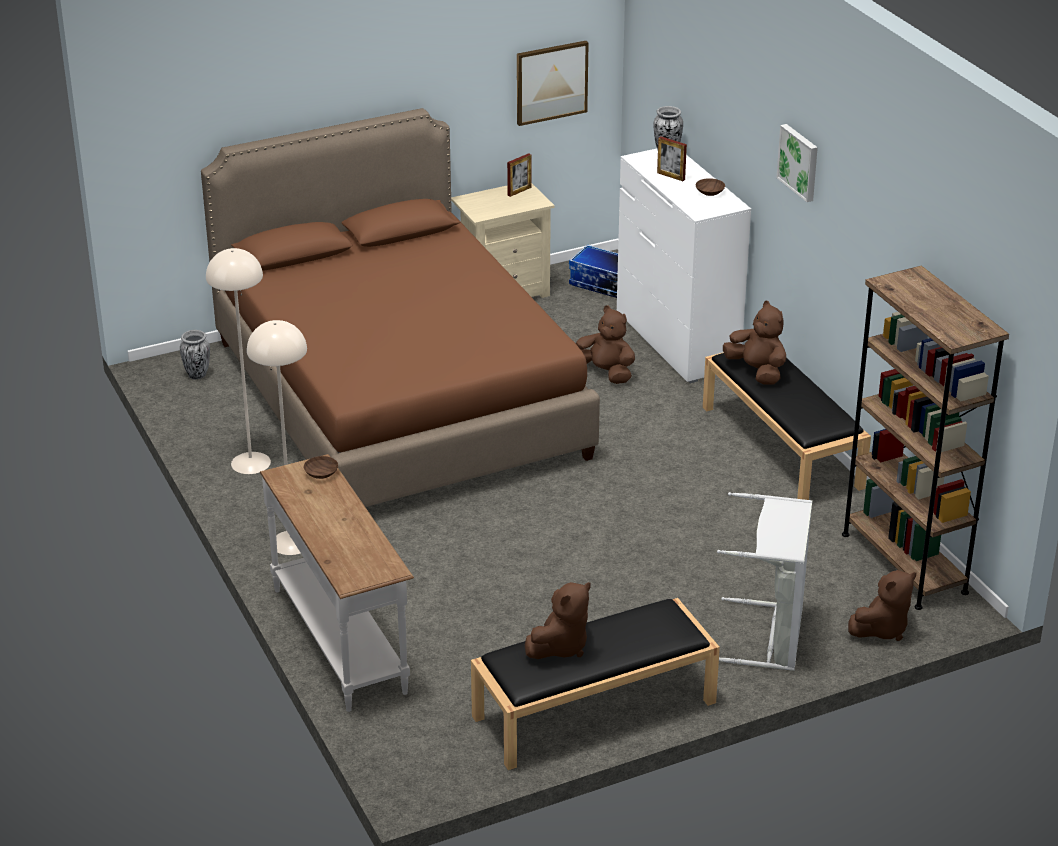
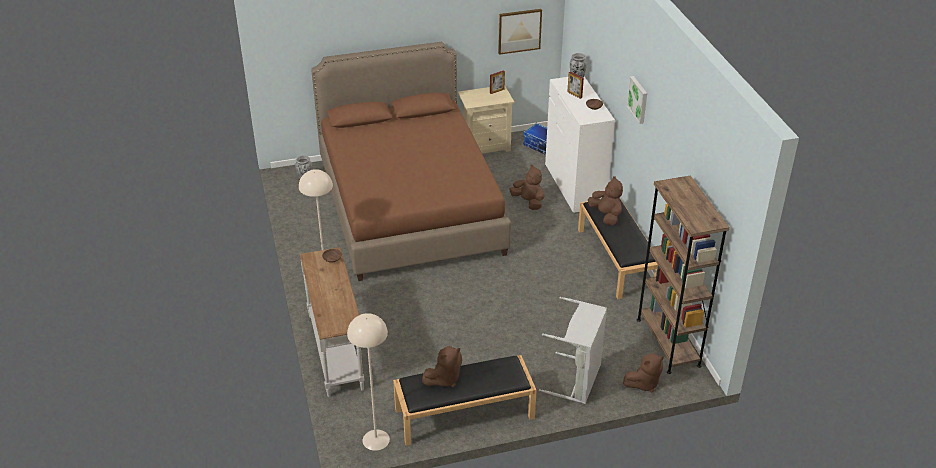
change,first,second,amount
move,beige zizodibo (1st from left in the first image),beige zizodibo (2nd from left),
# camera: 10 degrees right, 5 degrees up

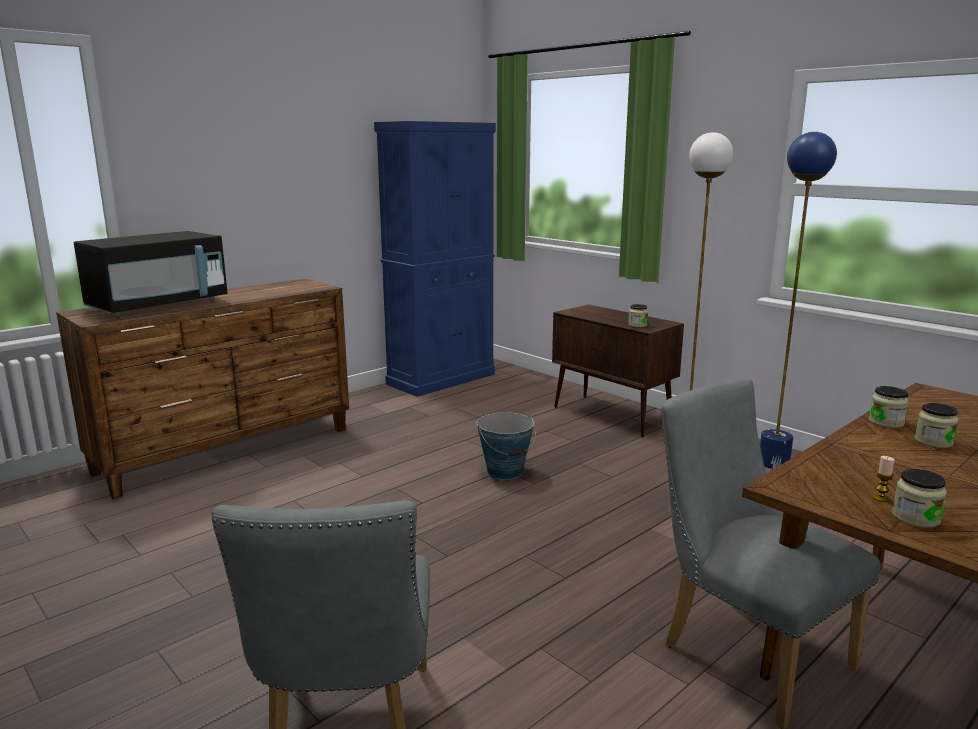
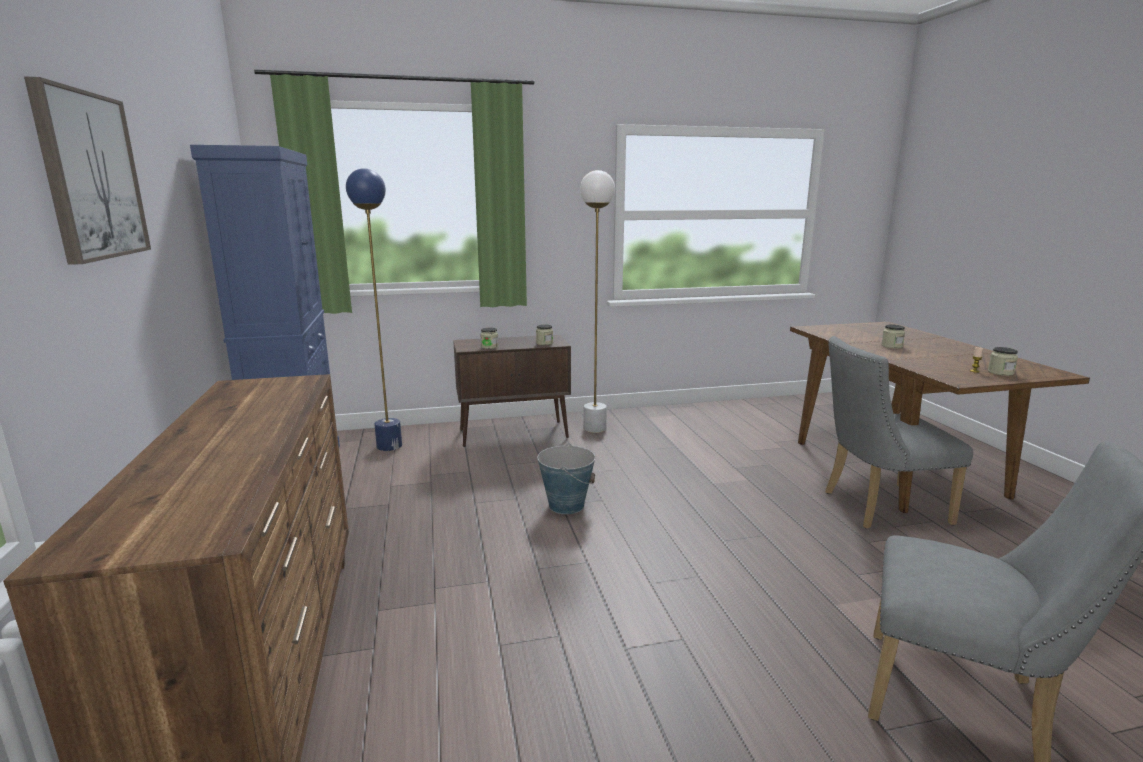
change,first,second,amount
delete,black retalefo,,
move,blue zizodibo,,
move,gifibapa (2nd from left in the first image),gifibapa (1st from left),
insert,,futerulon,
# camera: 60 degrees left, 0 degrees up

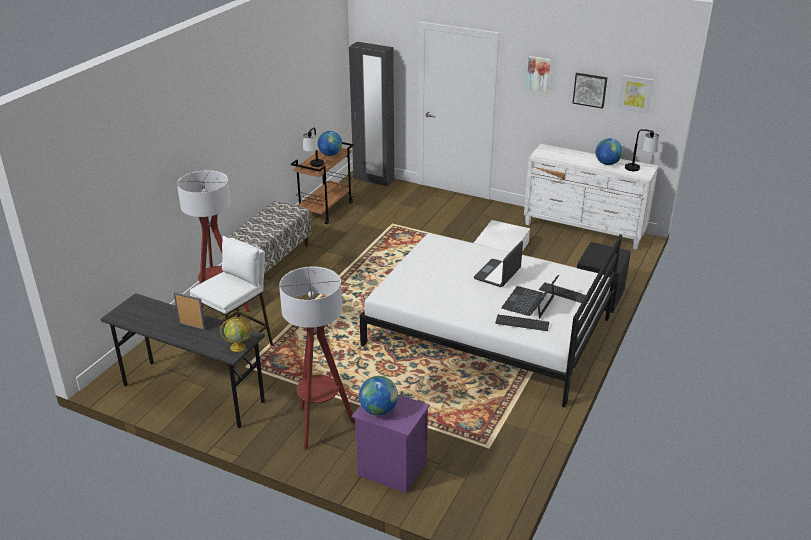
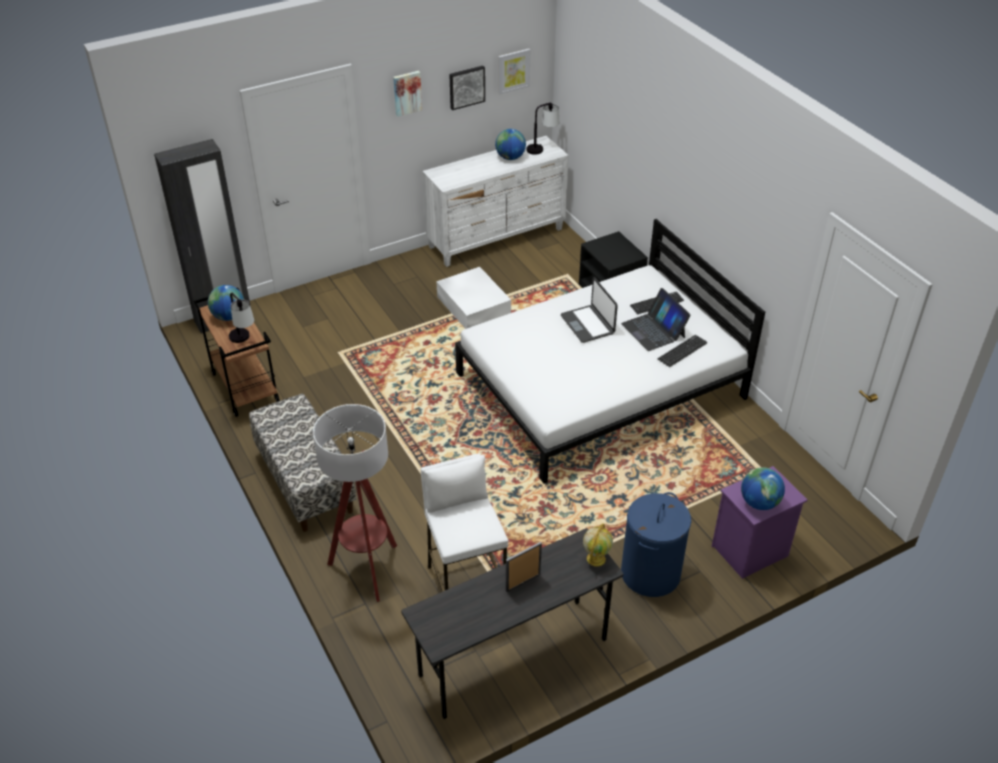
change,first,second,amount
replace,zizodibo (2nd from left),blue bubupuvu,
# camera: 55 degrees left, 10 degrees up

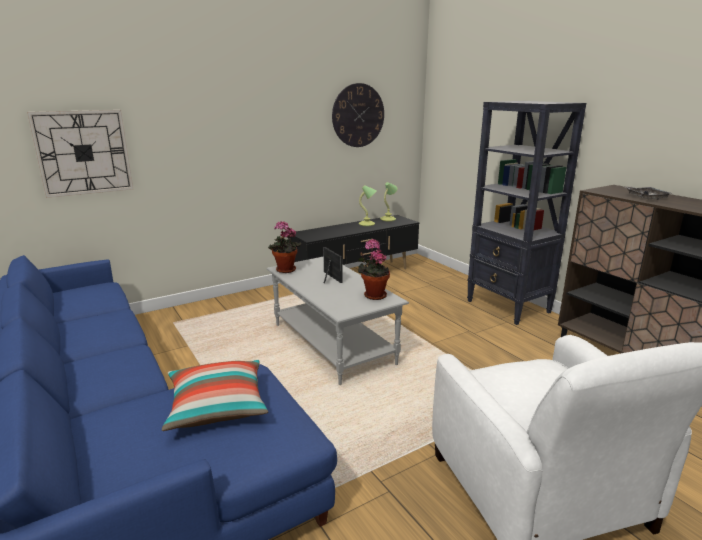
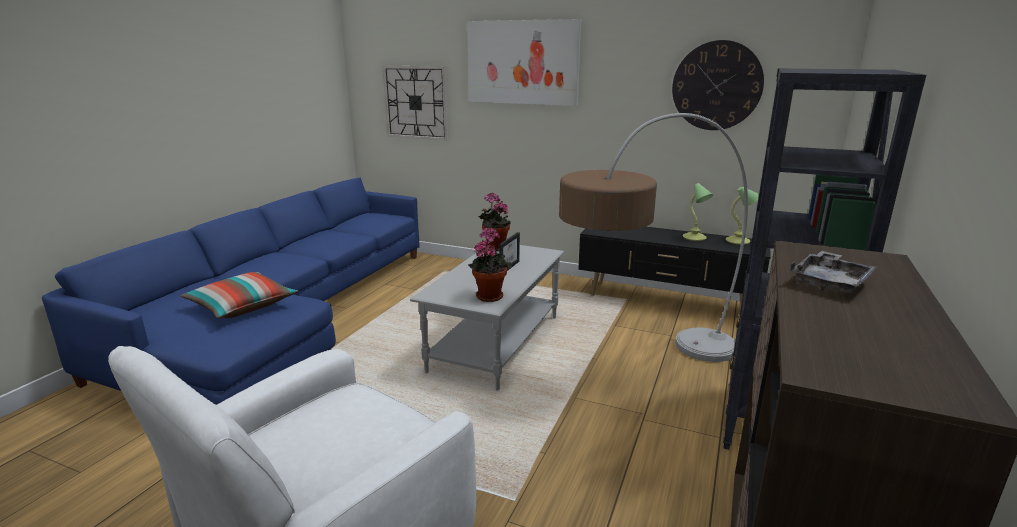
change,first,second,amount
insert,,futerulon,
insert,,zizodibo,
# camera: 55 degrees right, 0 degrees up

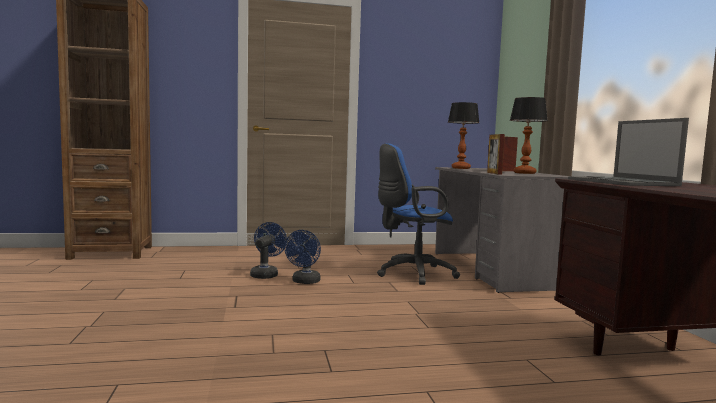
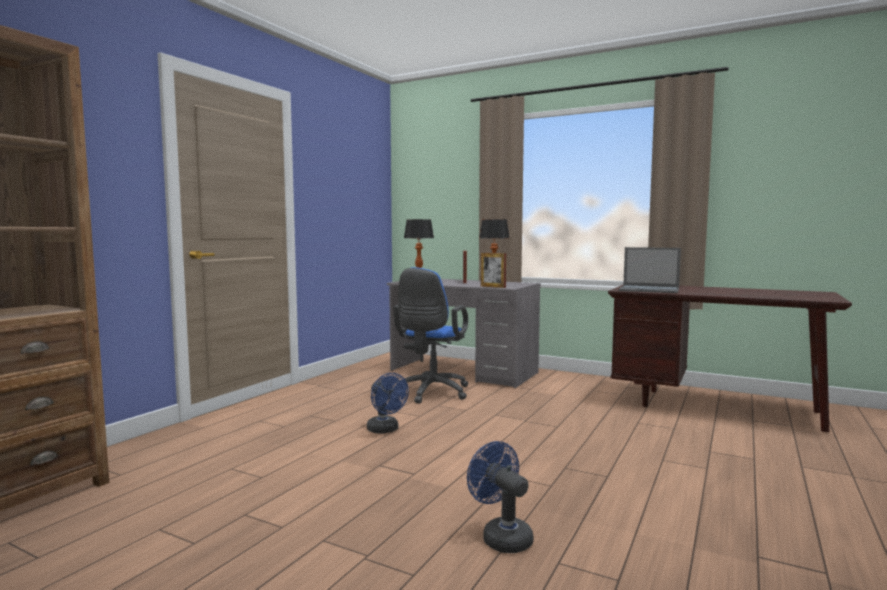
change,first,second,amount
move,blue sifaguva (1st from left in the first image),blue sifaguva (2nd from left),
# camera: 50 degrees left, 0 degrees up

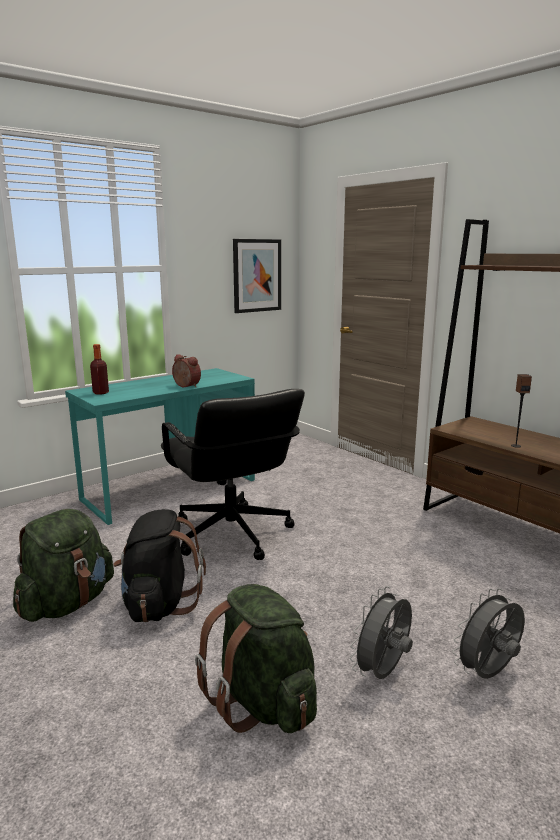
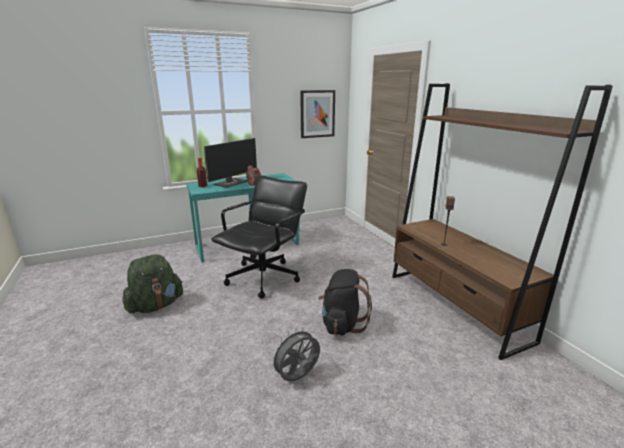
change,first,second,amount
move,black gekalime,,
rotate,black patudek,,135 degrees counterclockwise
delete,green gekalime (2nd from left),,
delete,grey sifaguva (2nd from left),,
insert,,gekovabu,
# camera: 15 degrees right, 5 degrees up

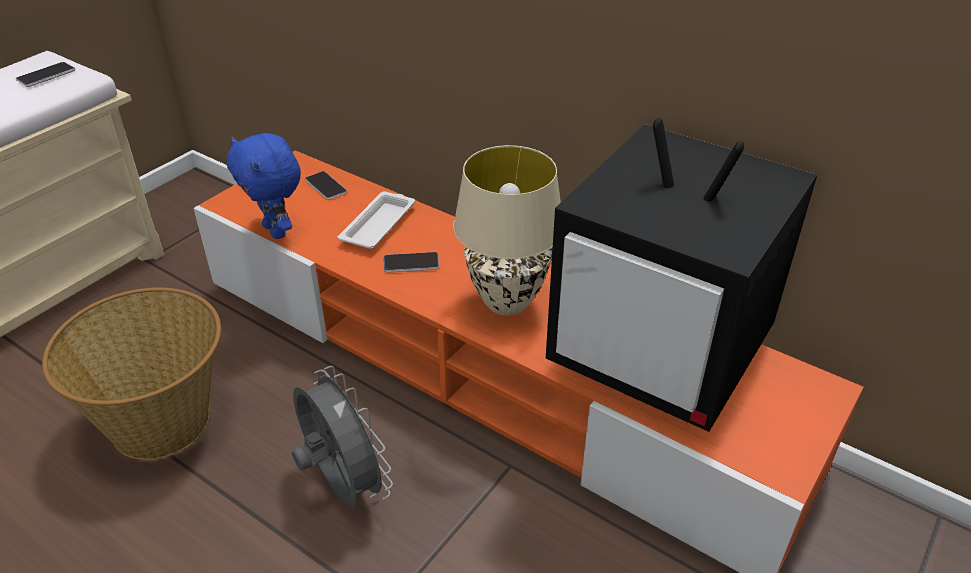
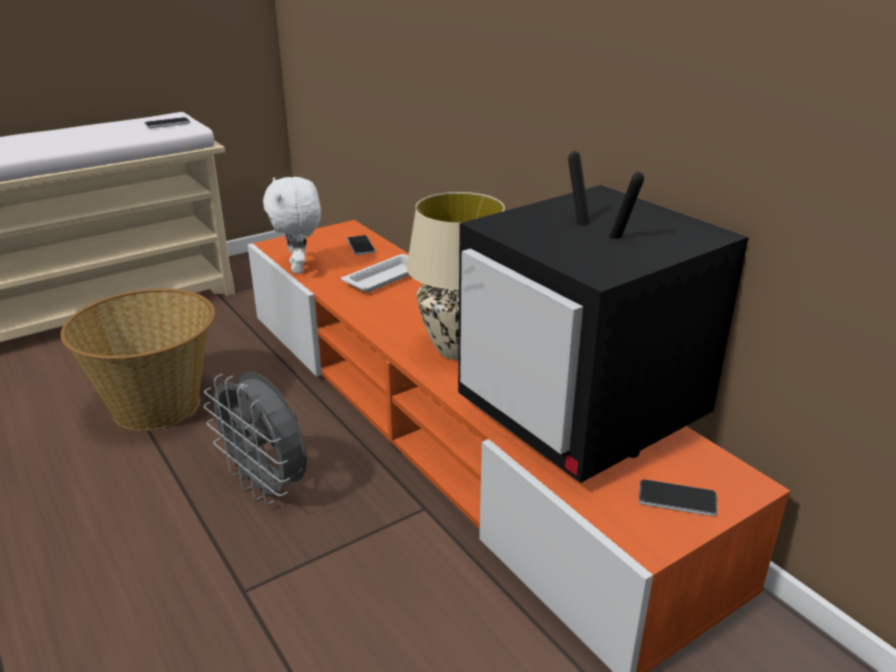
change,first,second,amount
recolor,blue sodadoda,white sodadoda,
rotate,grey sifaguva,,150 degrees clockwise
move,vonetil (3rd from left),,
# camera: 20 degrees right, 10 degrees down

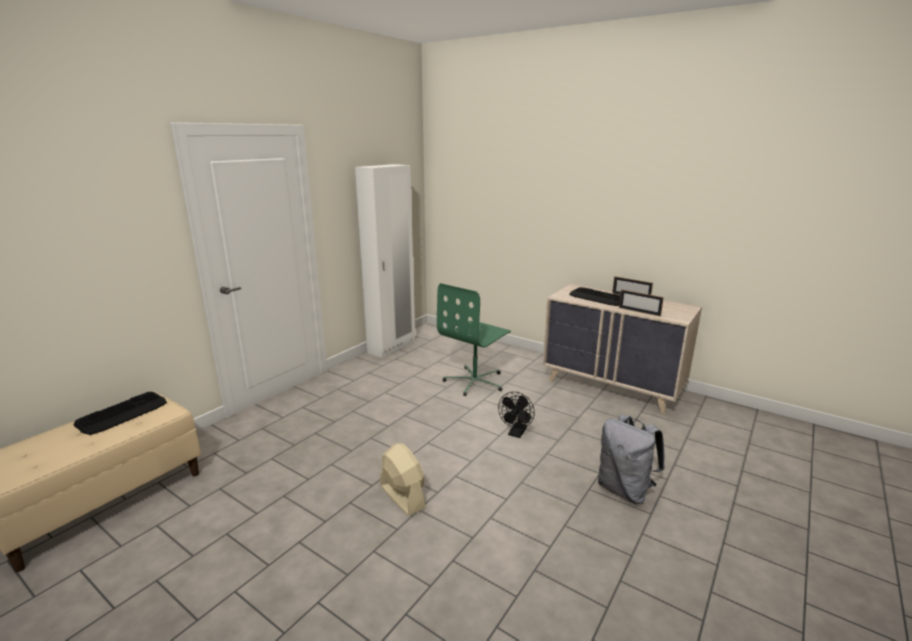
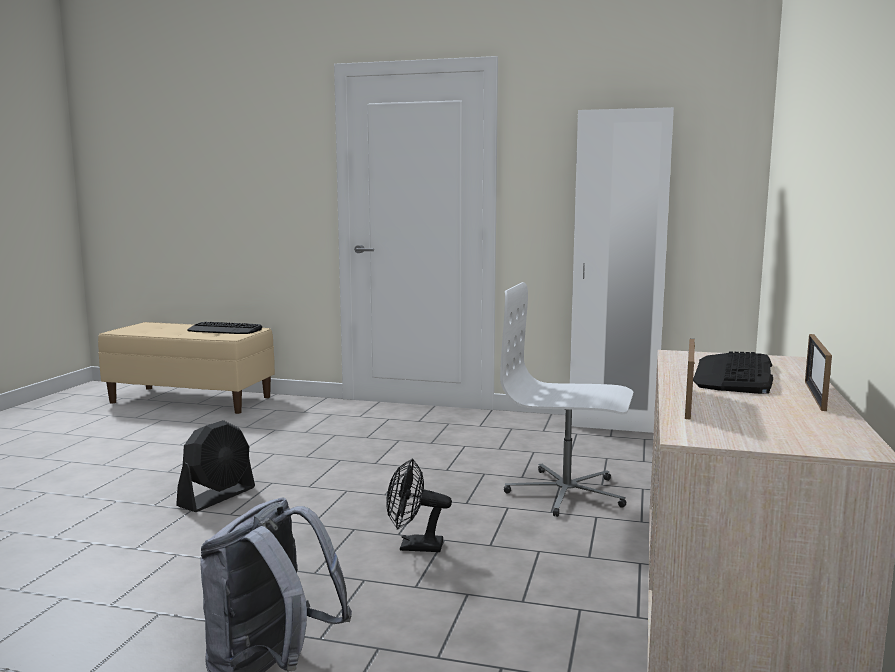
change,first,second,amount
recolor,beige sifaguva,black sifaguva (1st from left),
recolor,green patudek,white patudek,
# camera: 70 degrees right, 10 degrees down

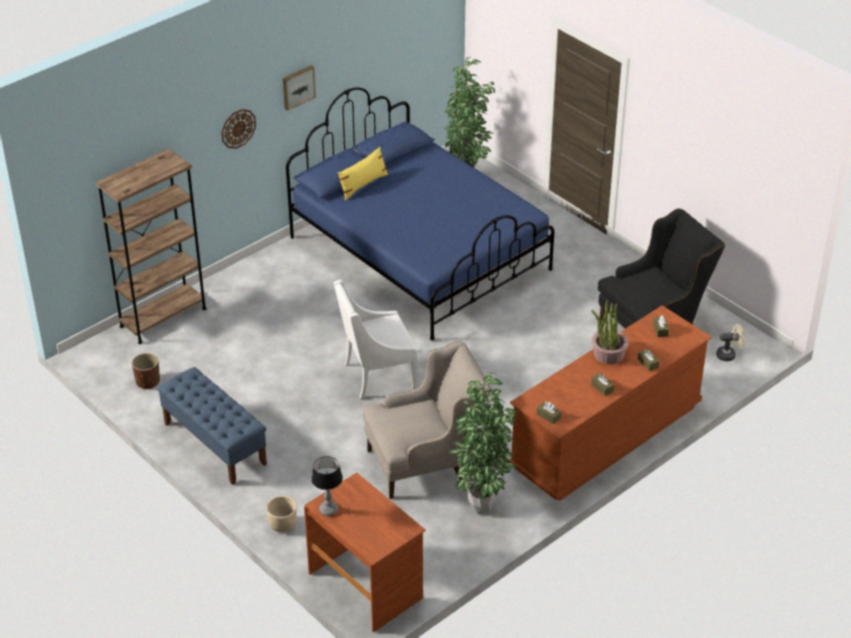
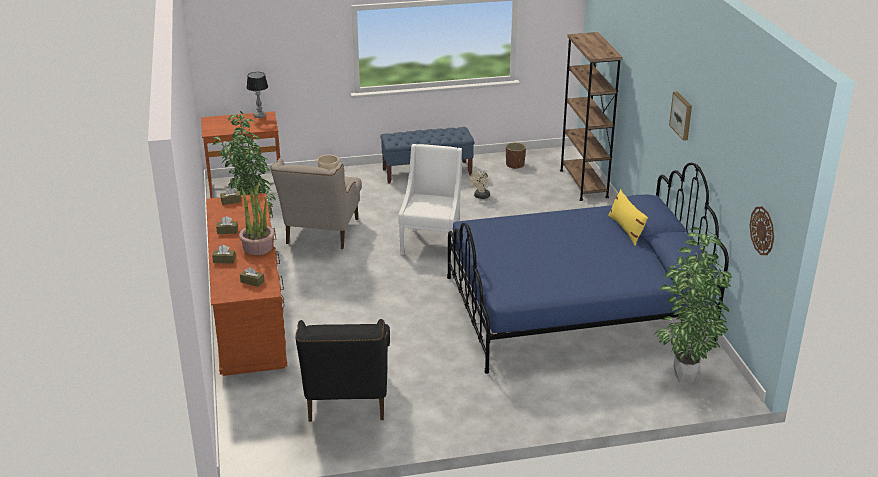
change,first,second,amount
move,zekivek,,
move,beige sifaguva,,
# camera: 120 degrees right, 10 degrees down

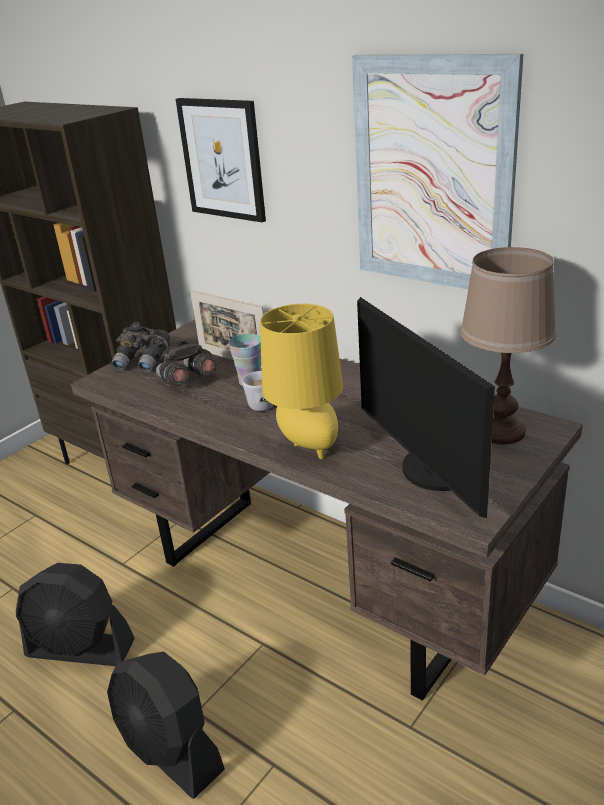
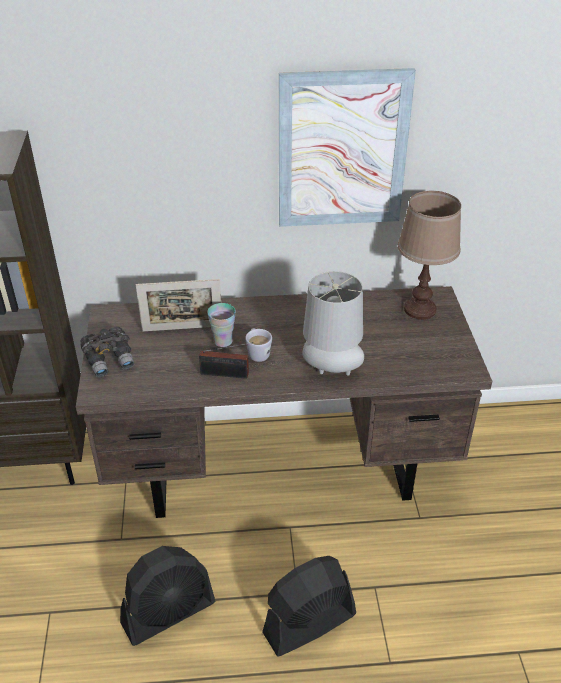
change,first,second,amount
rotate,black sifaguva (2nd from left),,150 degrees clockwise
delete,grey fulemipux (2nd from left),,
delete,futerulon (1st from left),,
recolor,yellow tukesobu,grey tukesobu,
delete,gekovabu,,
insert,,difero,
# camera: 45 degrees left, 10 degrees up

